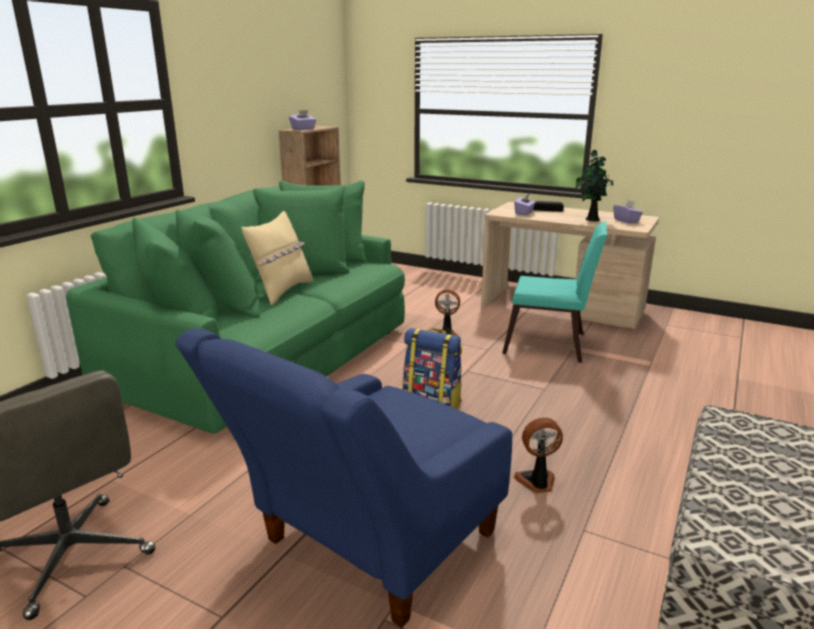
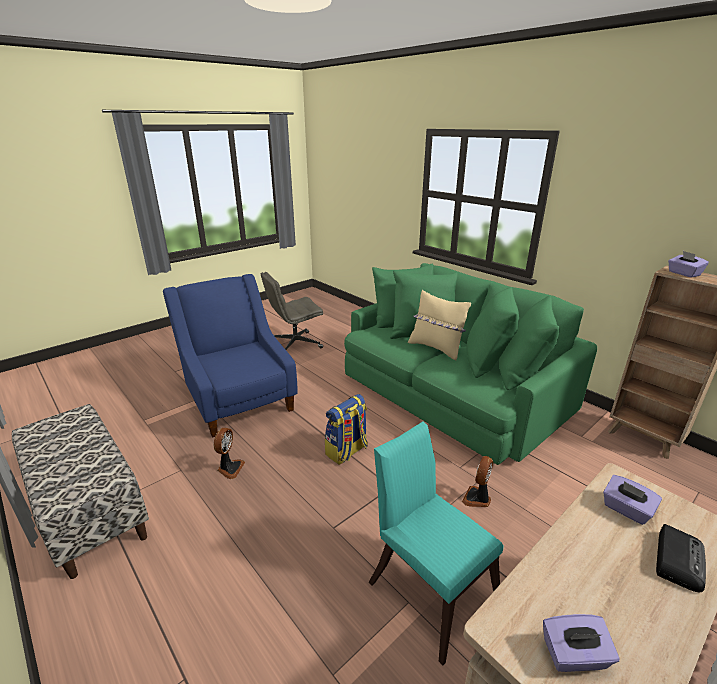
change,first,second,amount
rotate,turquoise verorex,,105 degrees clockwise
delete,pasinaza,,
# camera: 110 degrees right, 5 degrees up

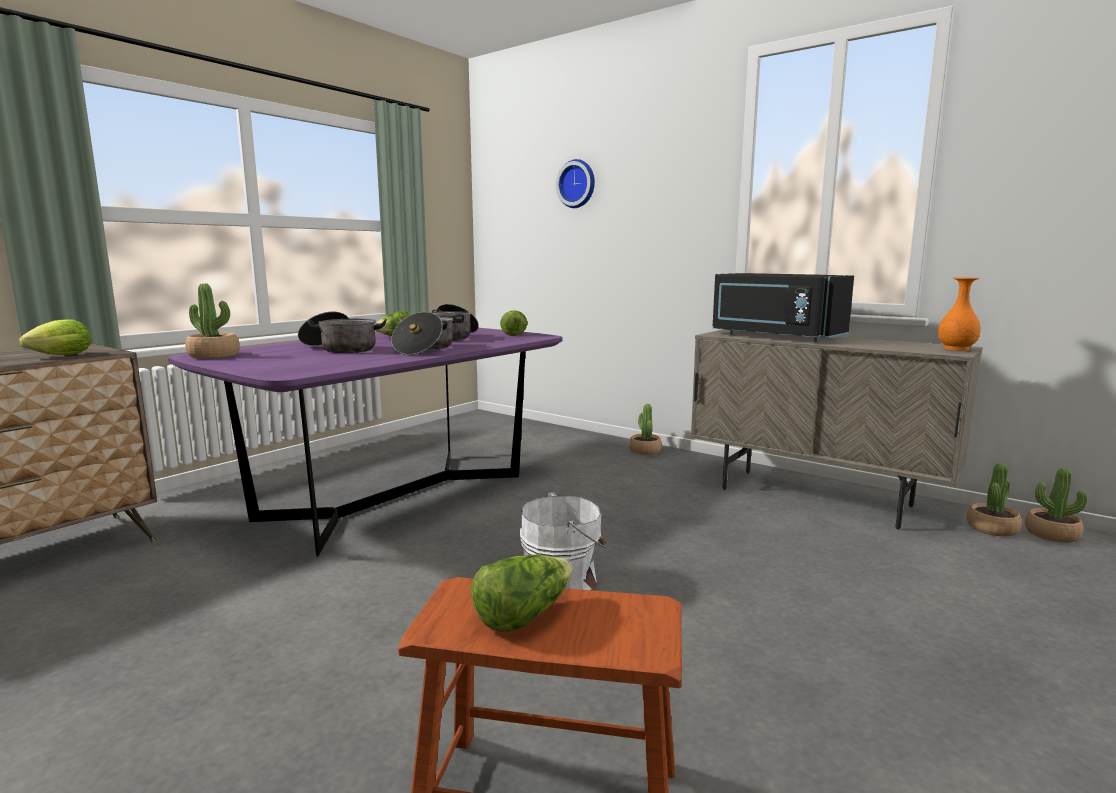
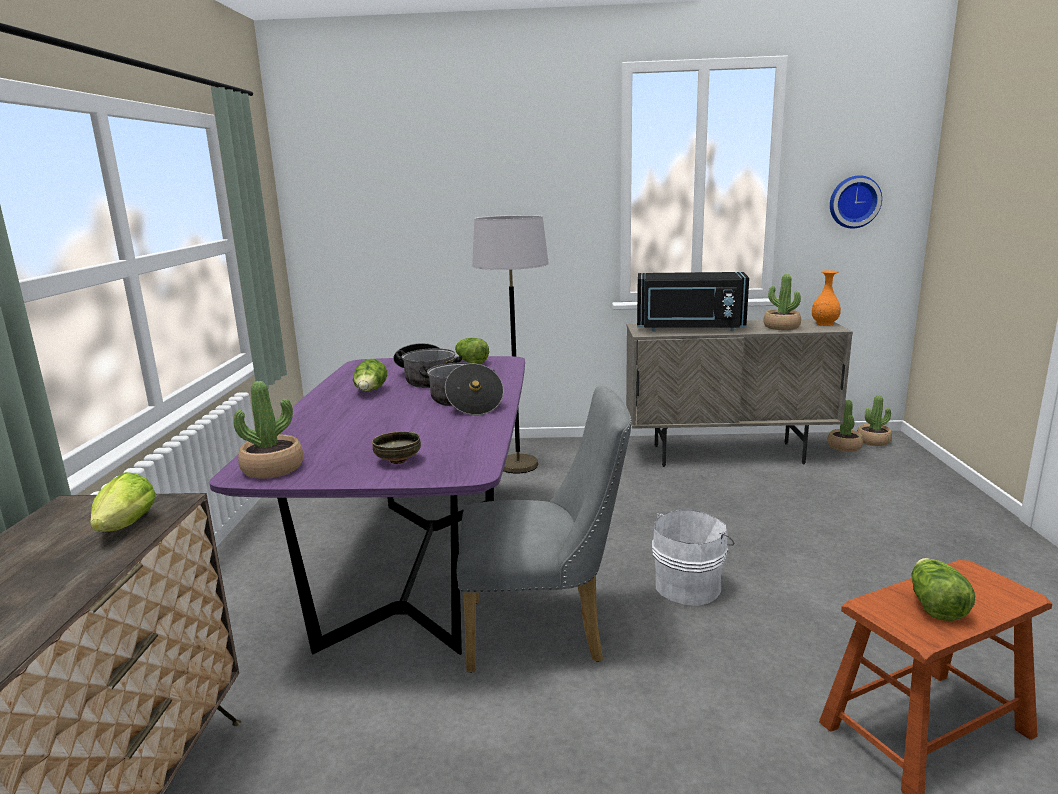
change,first,second,amount
delete,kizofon (1st from left),,
move,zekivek,,
move,pasinaza (2nd from left),,
insert,,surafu,
insert,,grey verorex,
insert,,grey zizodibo,
# camera: 35 degrees left, 5 degrees up

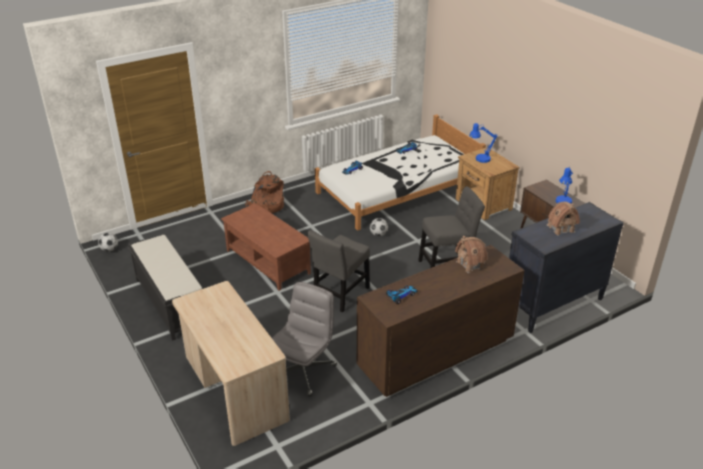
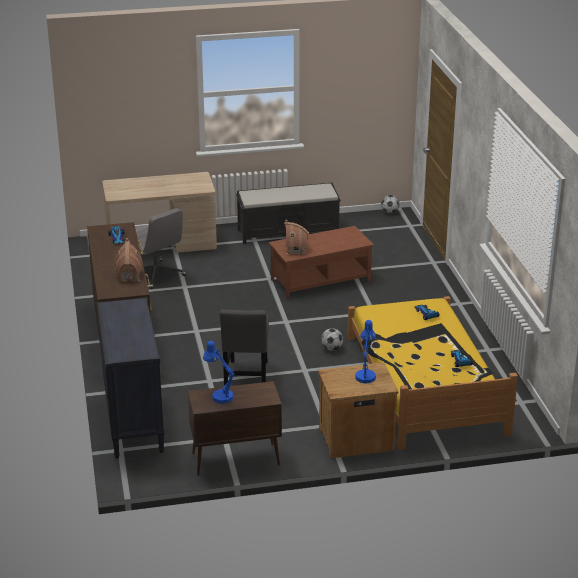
change,first,second,amount
delete,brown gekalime,,
delete,grey verorex (1st from left),,
recolor,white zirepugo,yellow zirepugo,
move,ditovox (2nd from left),,
# camera: 110 degrees right, 5 degrees down

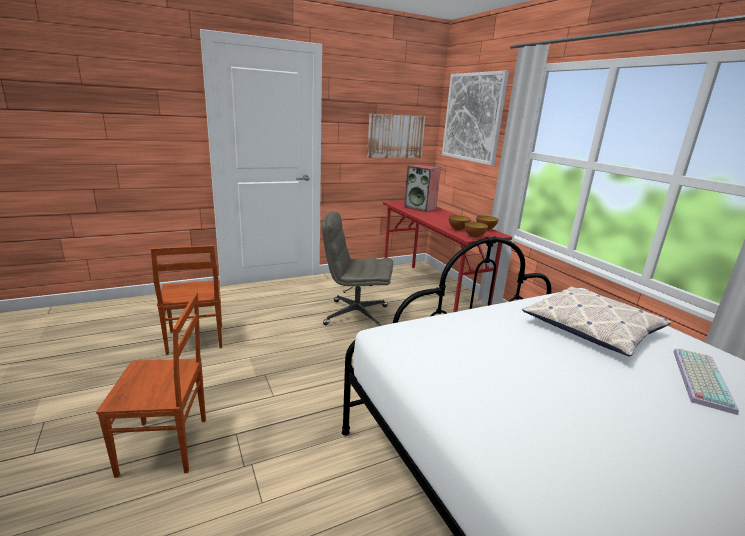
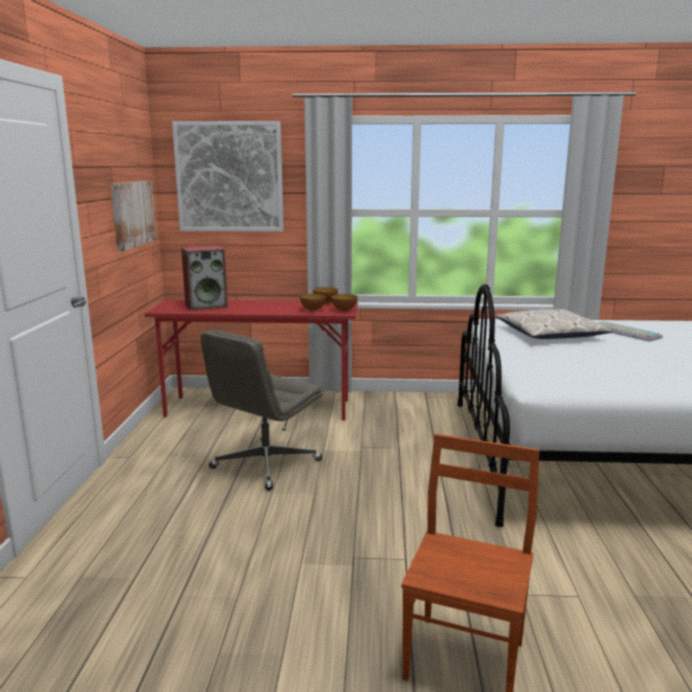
change,first,second,amount
delete,brown verorex (2nd from left),,
# camera: 60 degrees left, 5 degrees down

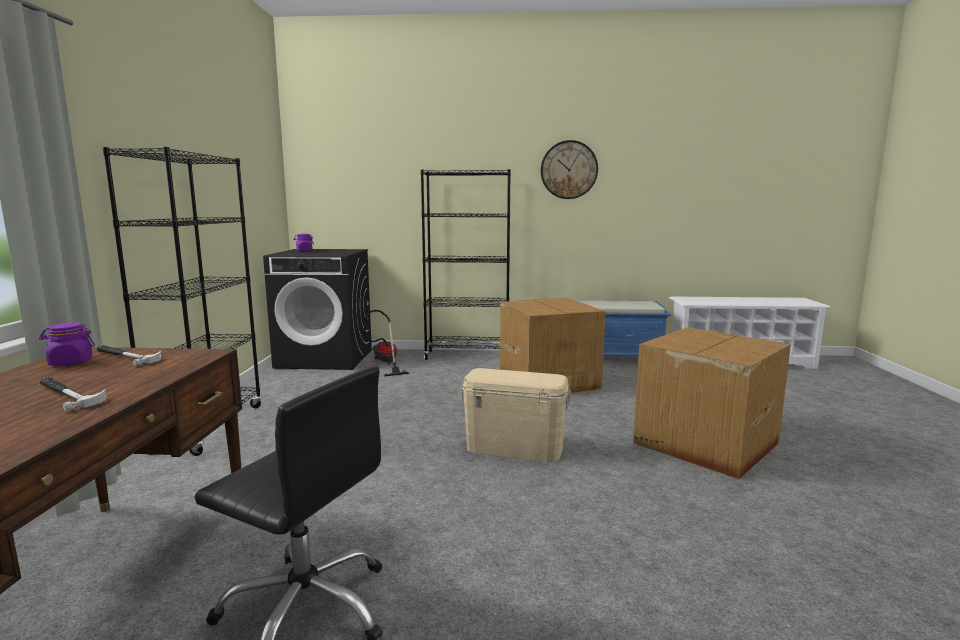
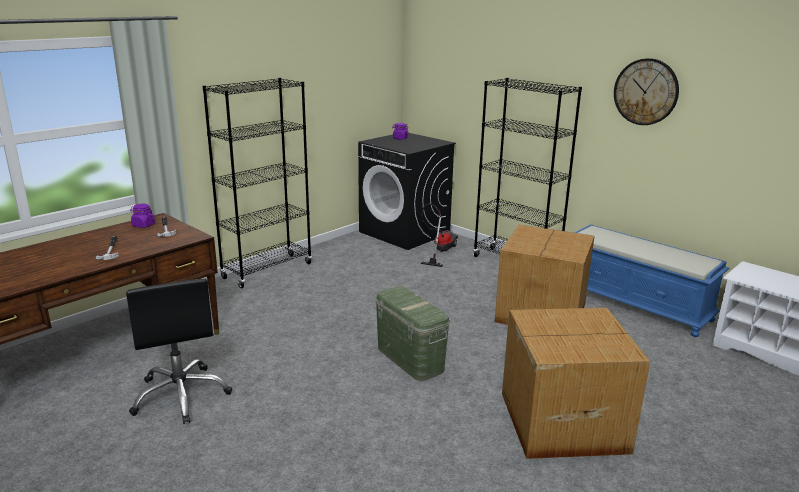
change,first,second,amount
recolor,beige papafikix,green papafikix,
# camera: 40 degrees right, 10 degrees up

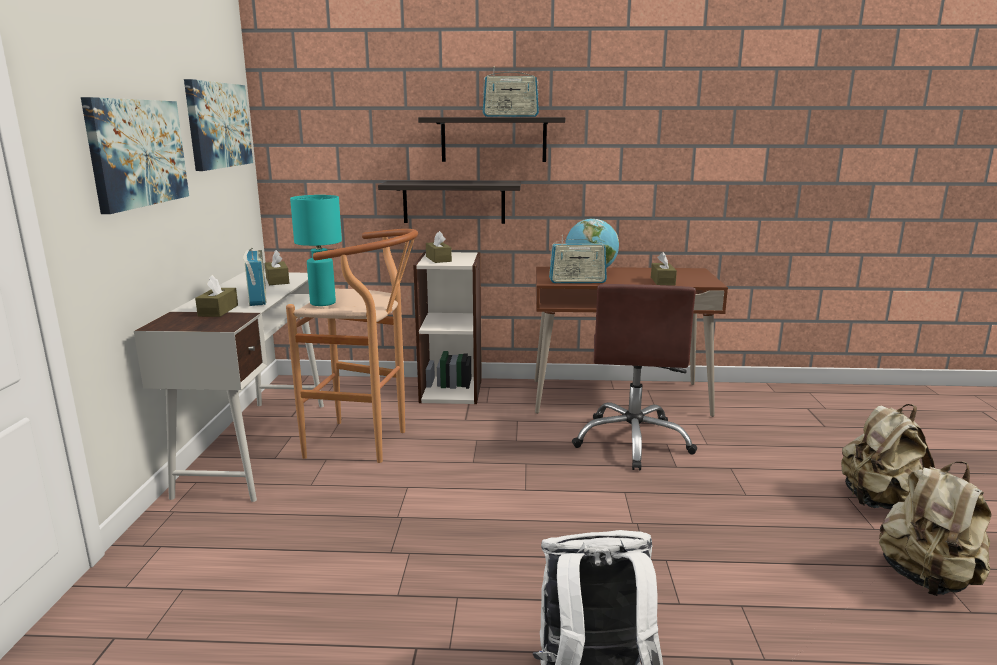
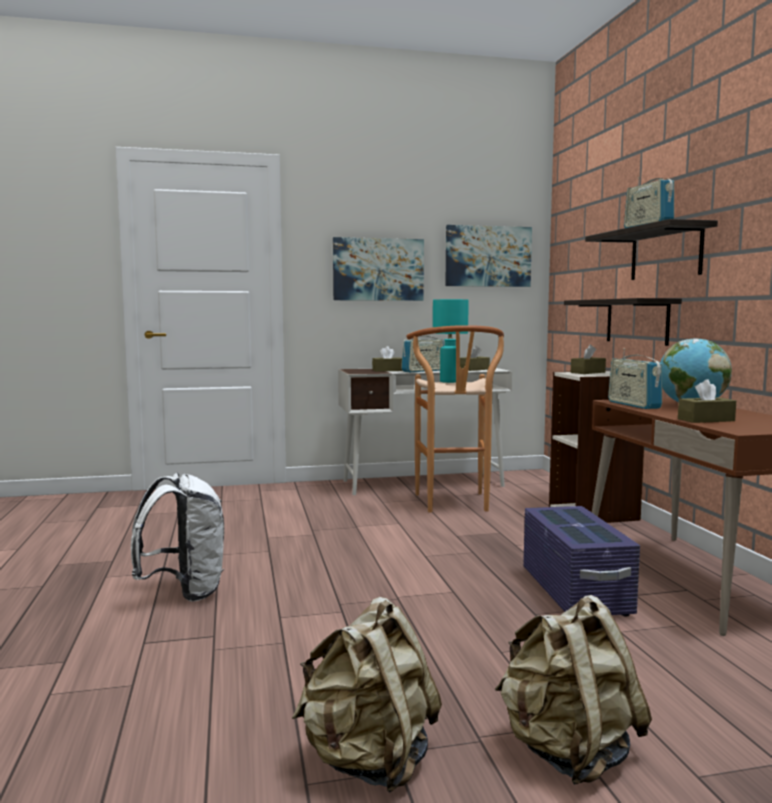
change,first,second,amount
replace,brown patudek,purple papafikix,
# camera: 75 degrees right, 10 degrees down

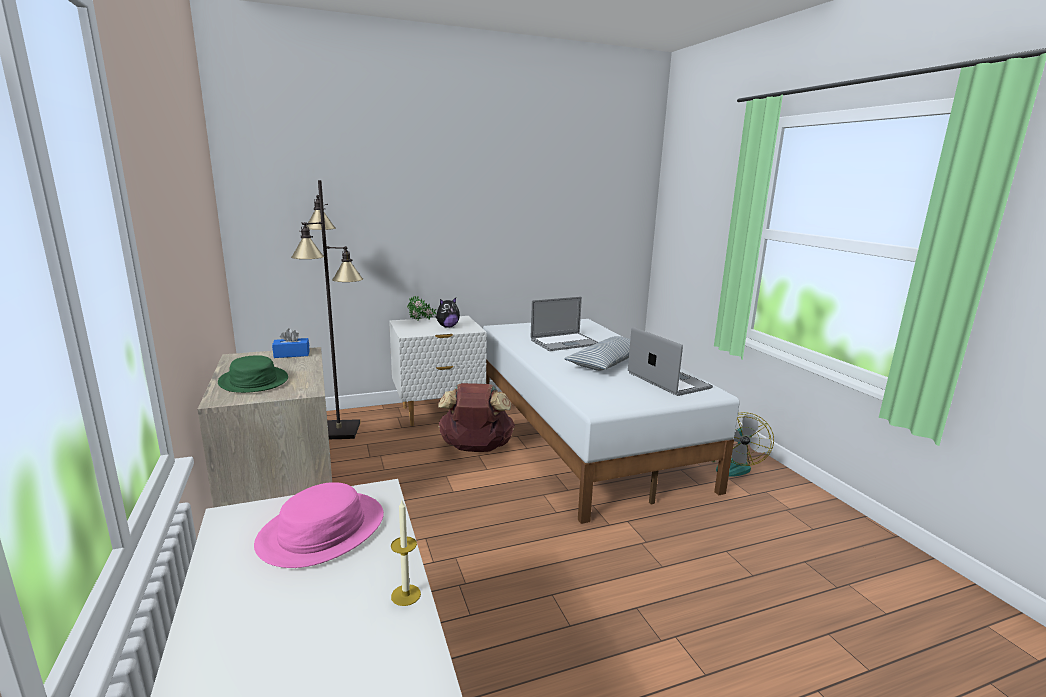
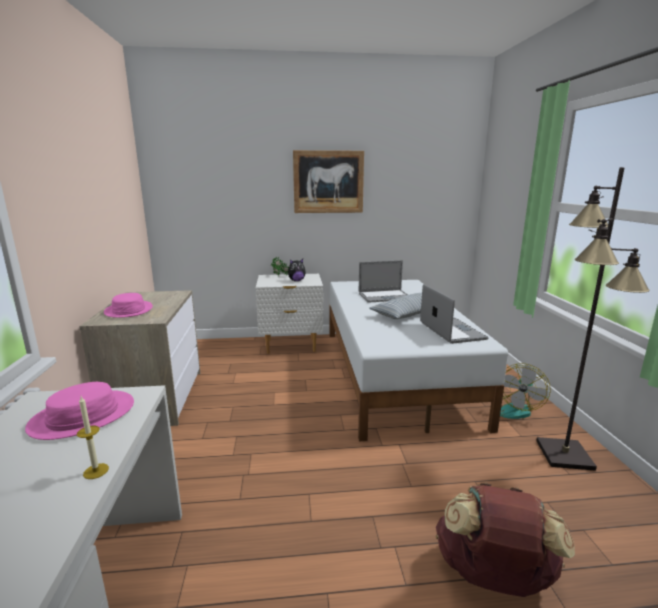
change,first,second,amount
recolor,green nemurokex,pink nemurokex (2nd from left),
delete,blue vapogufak,,
move,black zizodibo,,
move,brown gekalime,,
insert,,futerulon,
# camera: 15 degrees right, 0 degrees up

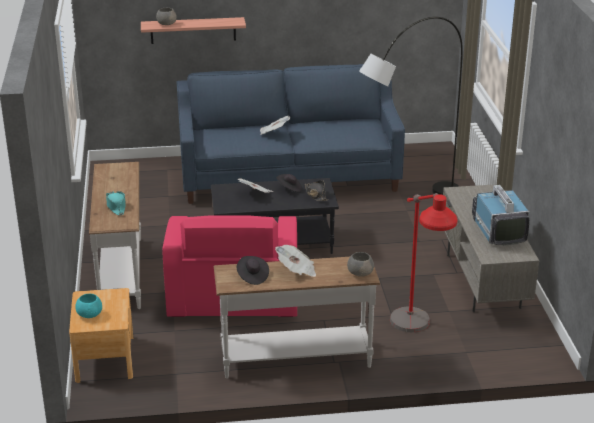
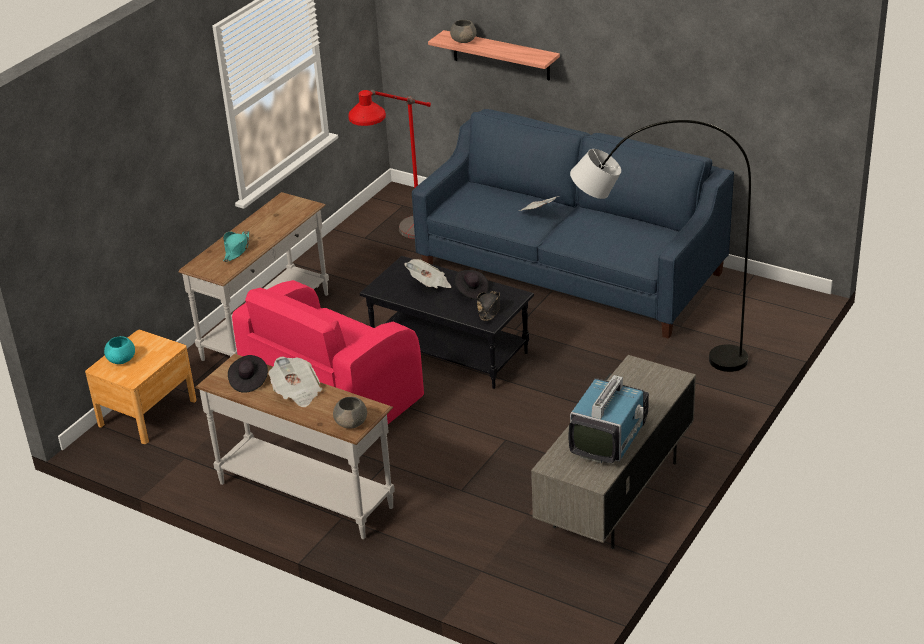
change,first,second,amount
move,red zizodibo,,
# camera: 40 degrees right, 5 degrees up

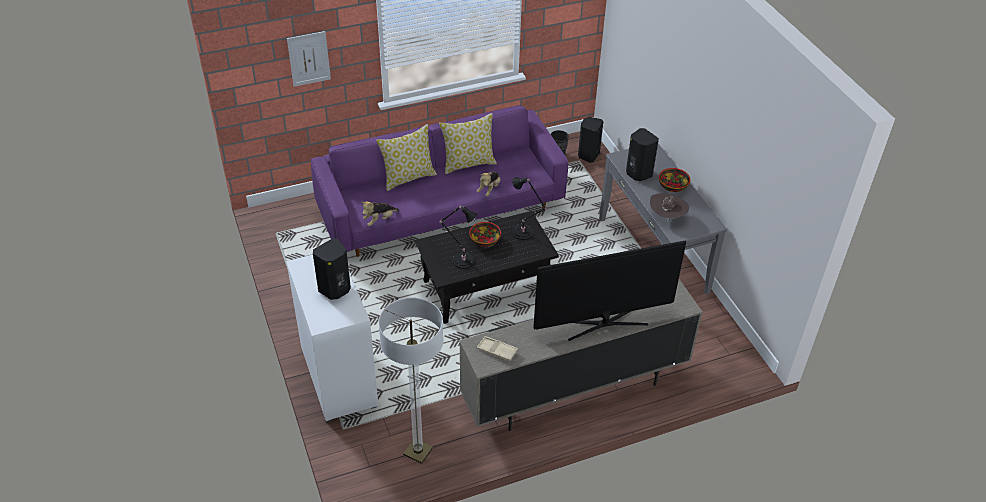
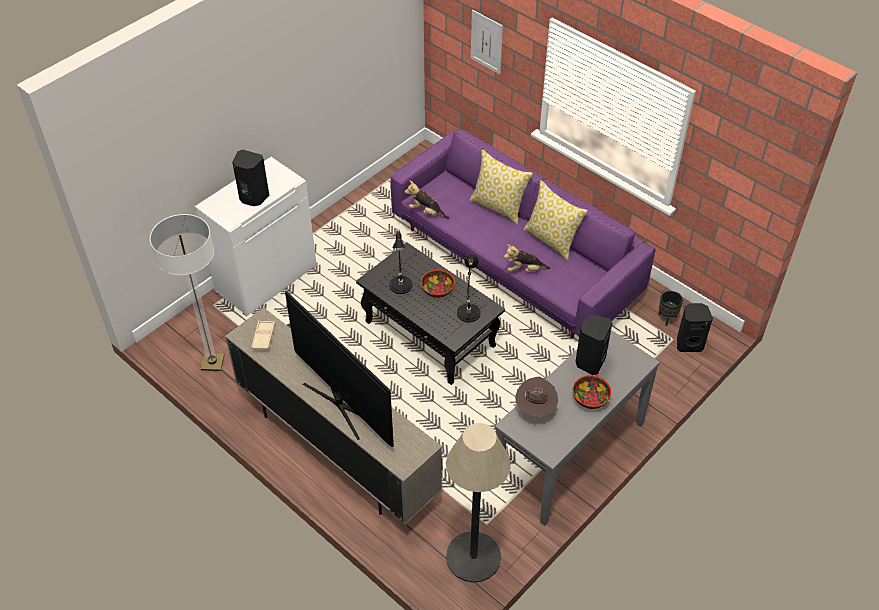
change,first,second,amount
insert,,zizodibo (2nd from left),
# camera: 65 degrees right, 5 degrees up

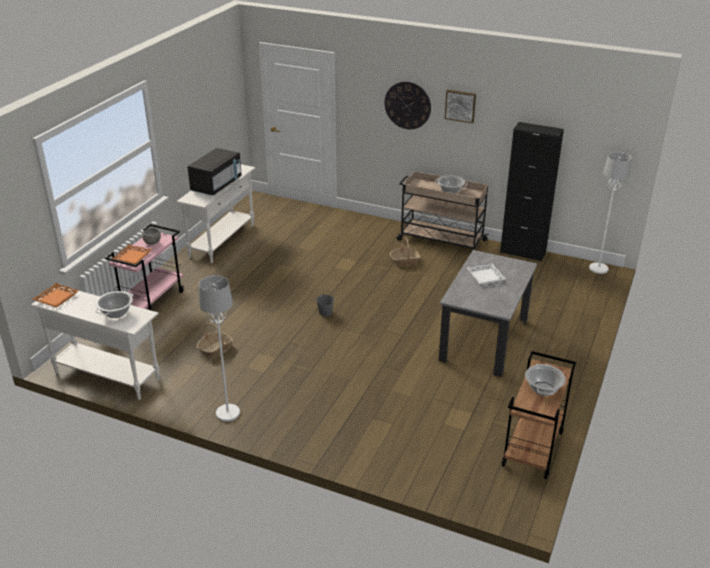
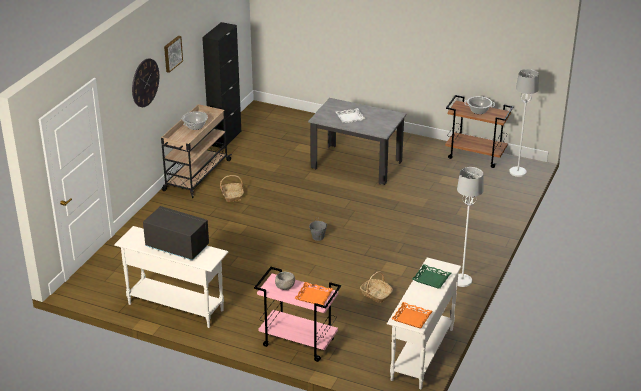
change,first,second,amount
replace,kizofon (1st from left),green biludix,
move,white zizodibo (2nd from left),,
# camera: 90 degrees left, 0 degrees up

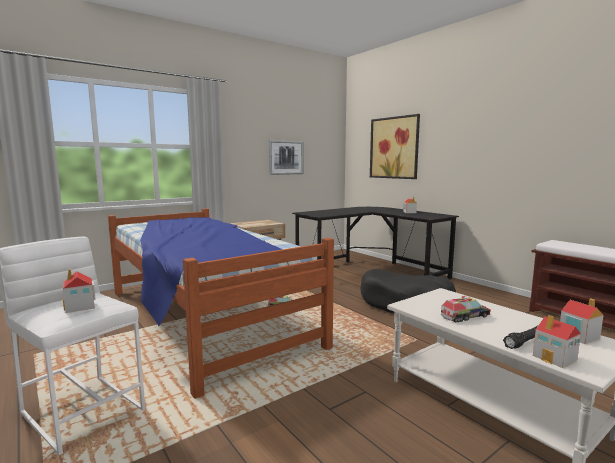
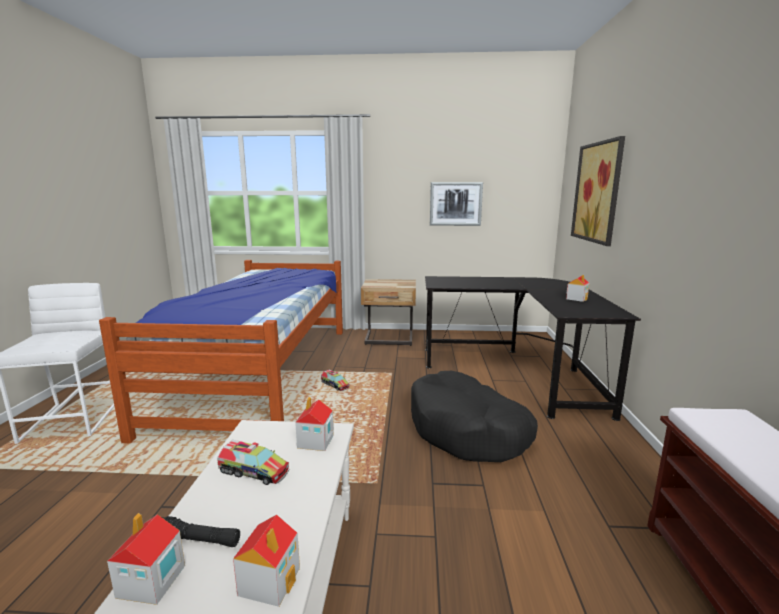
change,first,second,amount
move,ditovox (1st from left in the first image),ditovox (3rd from left),
# camera: 40 degrees right, 5 degrees up

